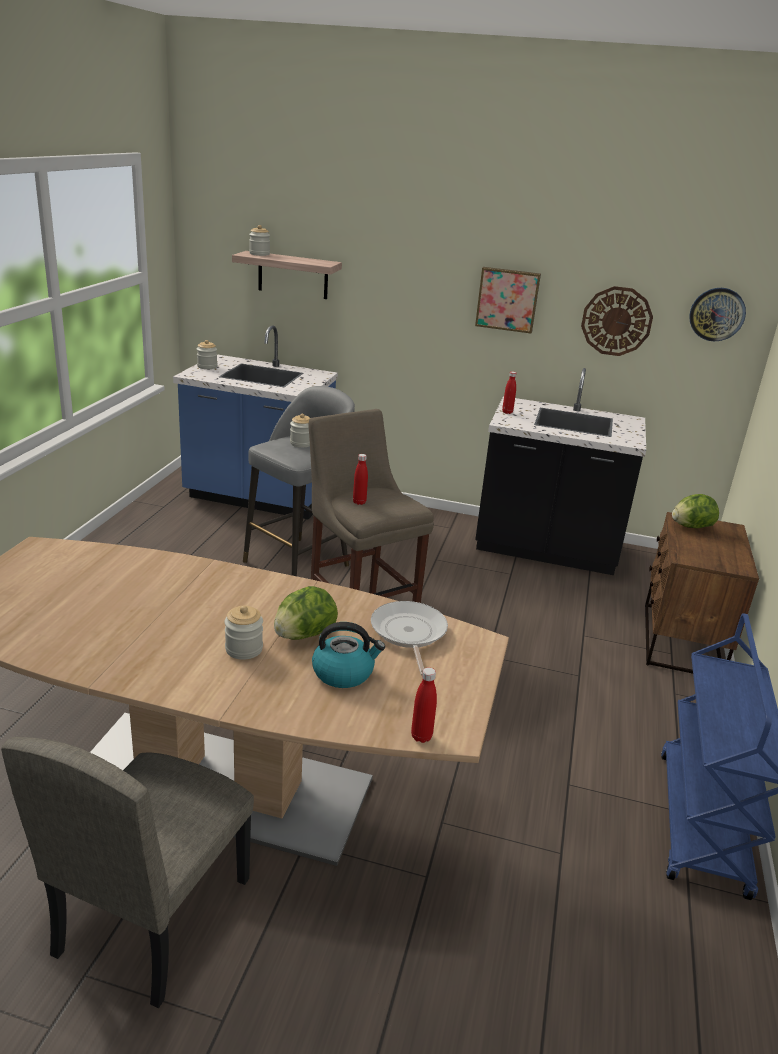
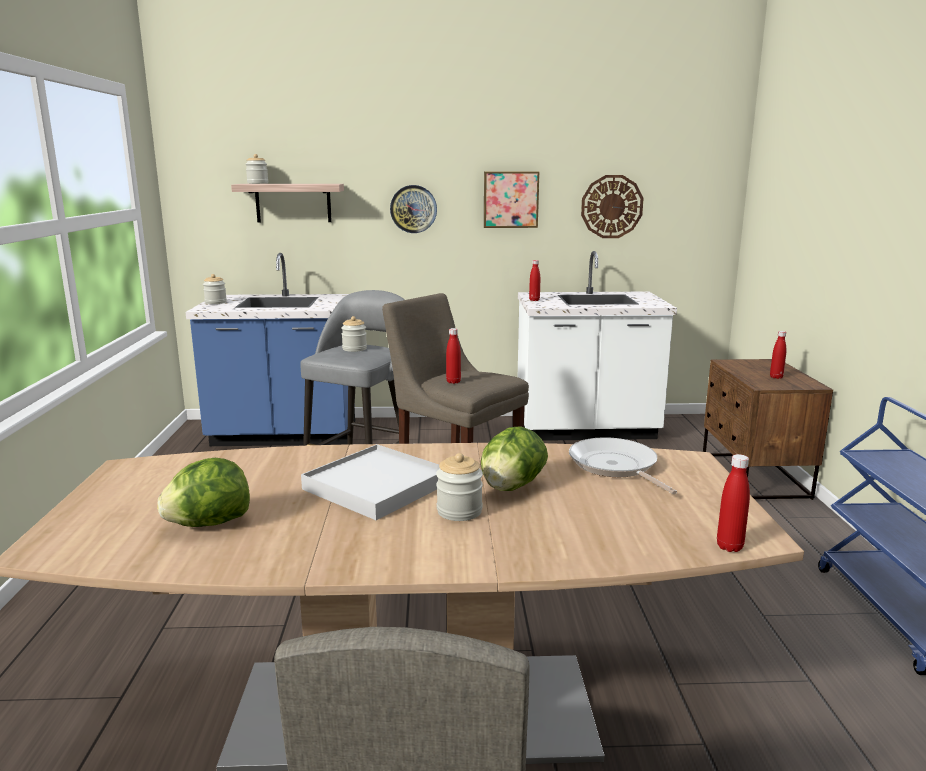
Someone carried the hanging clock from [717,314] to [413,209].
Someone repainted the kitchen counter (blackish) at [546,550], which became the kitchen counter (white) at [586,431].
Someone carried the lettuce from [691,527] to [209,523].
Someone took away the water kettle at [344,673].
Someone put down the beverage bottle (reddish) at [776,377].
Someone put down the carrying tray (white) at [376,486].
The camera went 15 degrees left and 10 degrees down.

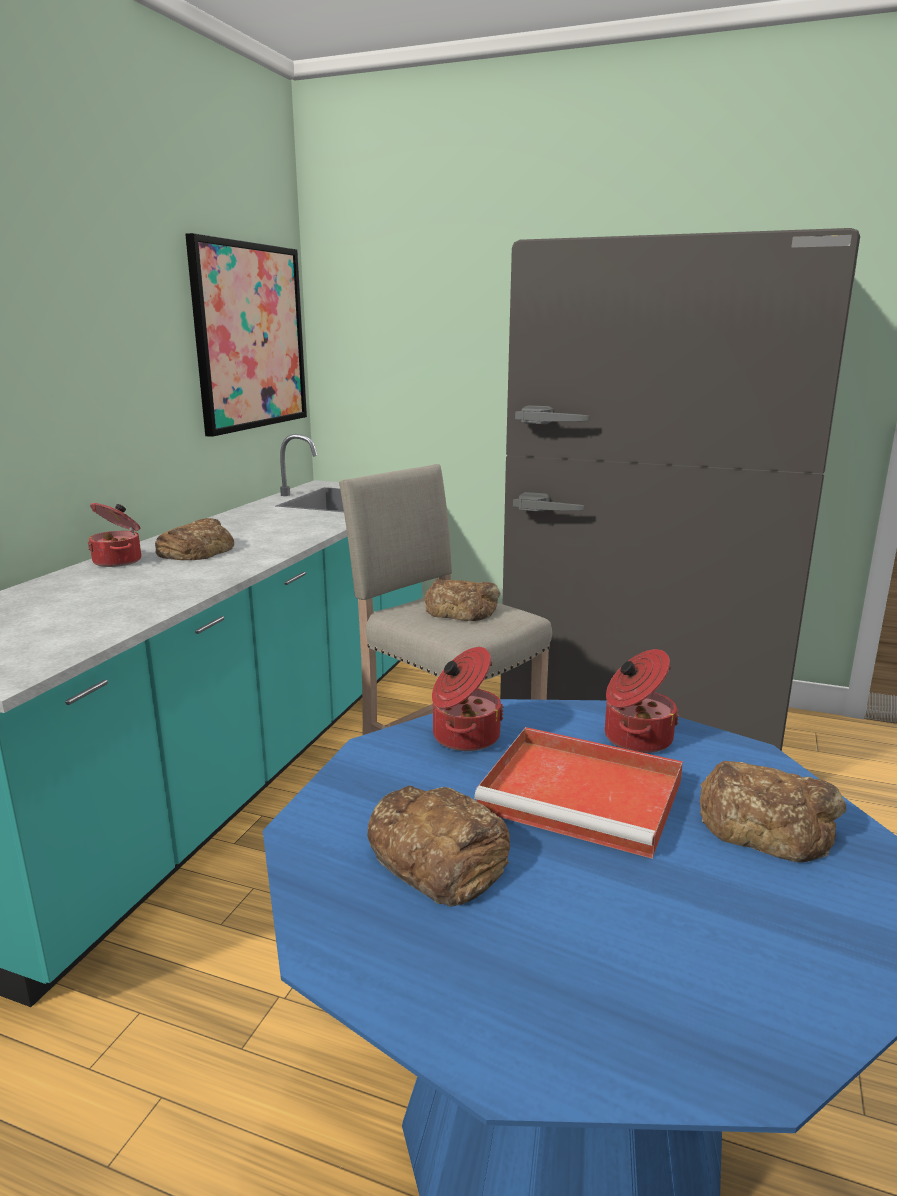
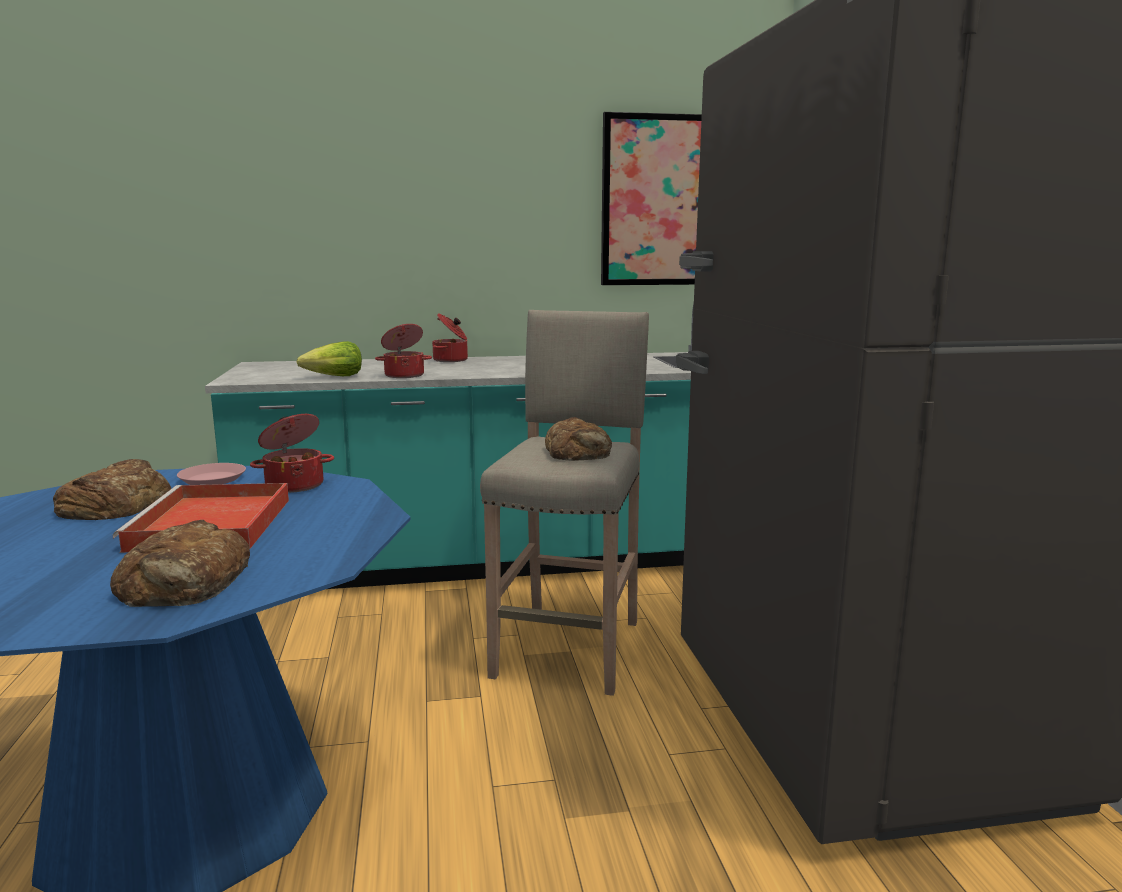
Someone took away the bread at [196,550].
Someone carried the cooking pot from [635,738] to [404,375].
Someone put down the lettuce at [334,377].
Someone put down the plate (pink) at [213,479].
The camera went 60 degrees right and 5 degrees down.

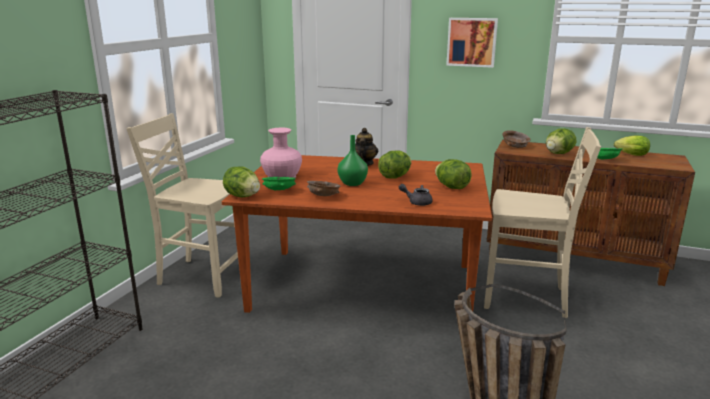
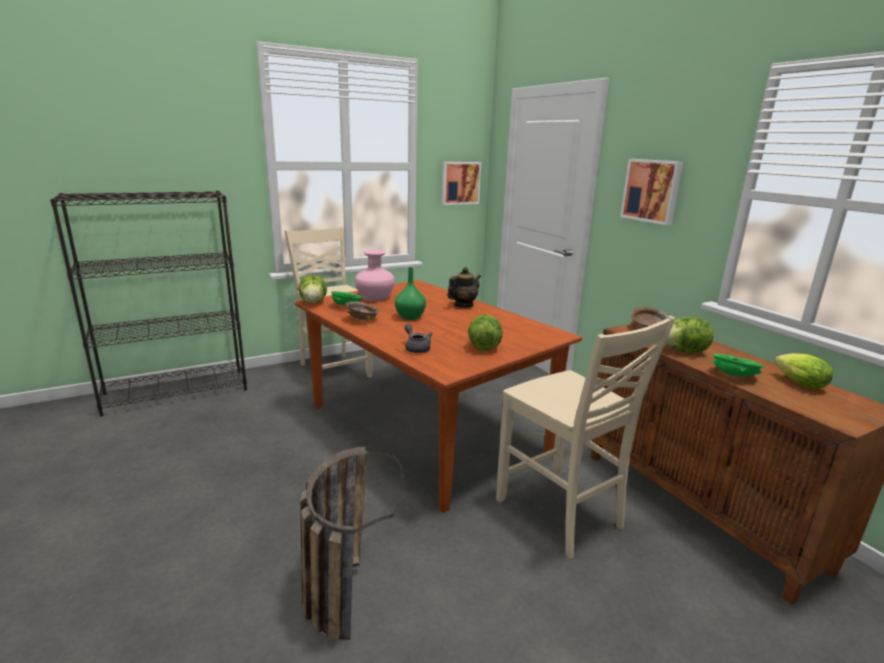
Someone took away the lettuce at [395,177].
Someone put up the wall art at [460,183].
The camera went 40 degrees right and 0 degrees up.

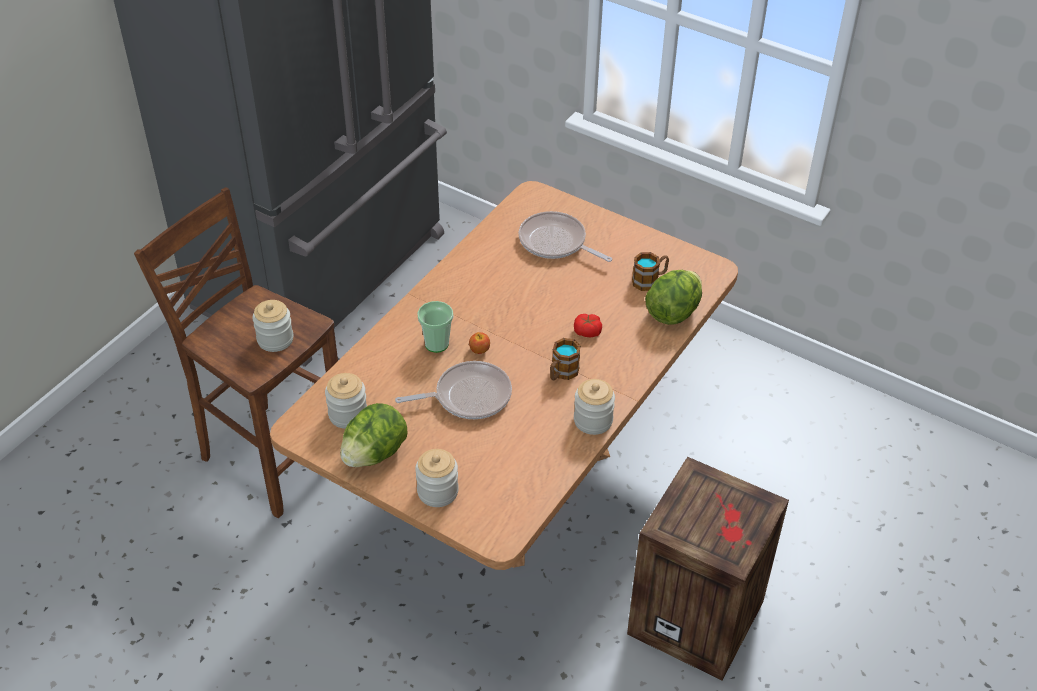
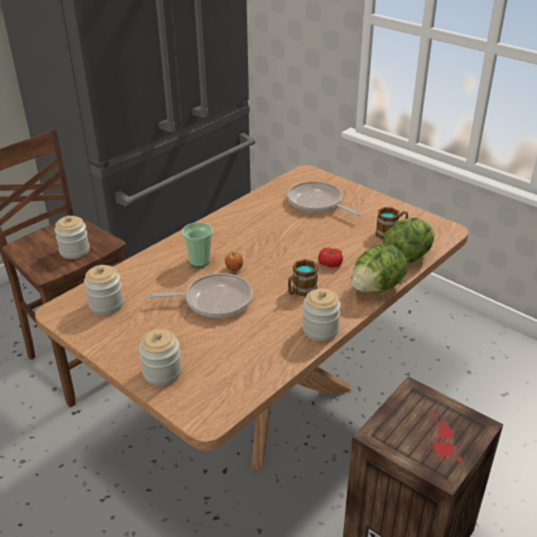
Someone carried the lettuce from [375,453] to [376,288].
The camera went 10 degrees right and 10 degrees down.

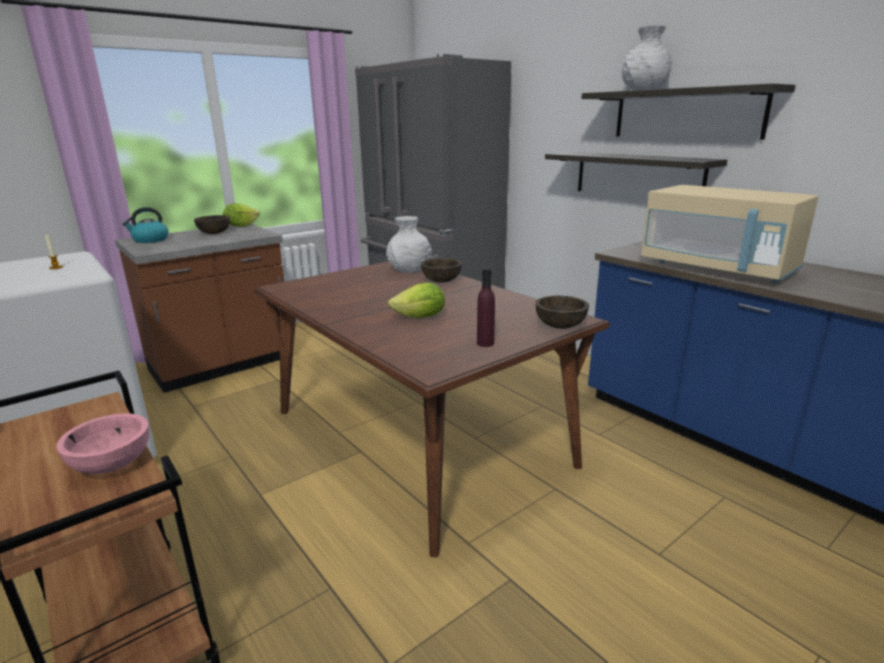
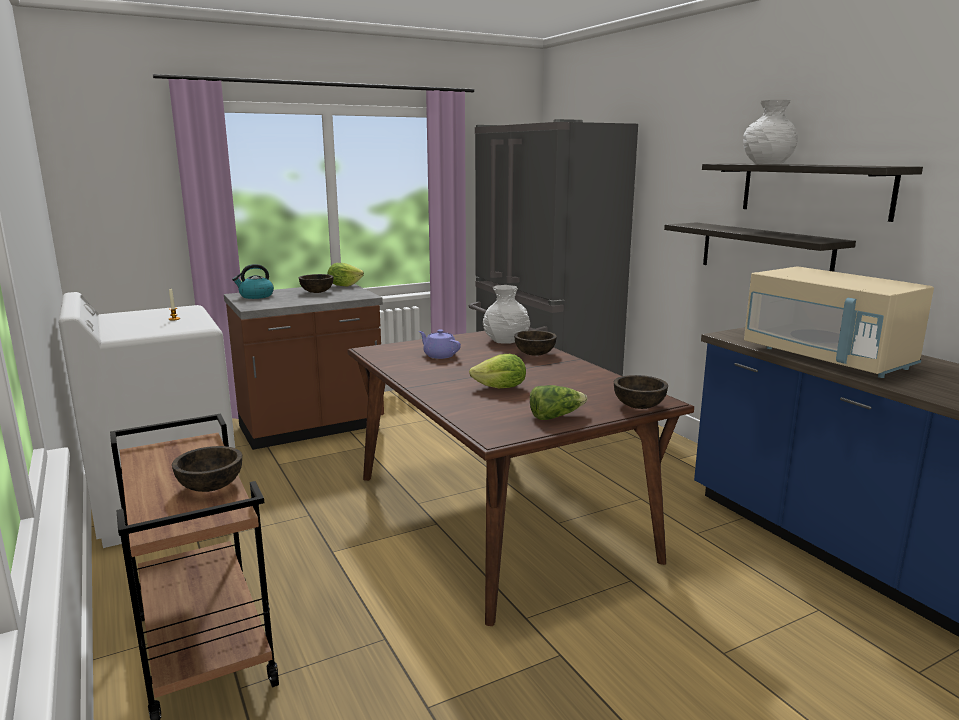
Someone swapped the beverage bottle (purple-coloured) at [485,343] for the lettuce at [555,416].
Someone repainted the deep dish (pink) at [113,463], which became the deep dish (brownish) at [211,486].
Someone put down the teapot (purple-coloured) at [439,355].
The camera went 10 degrees right and 5 degrees down.

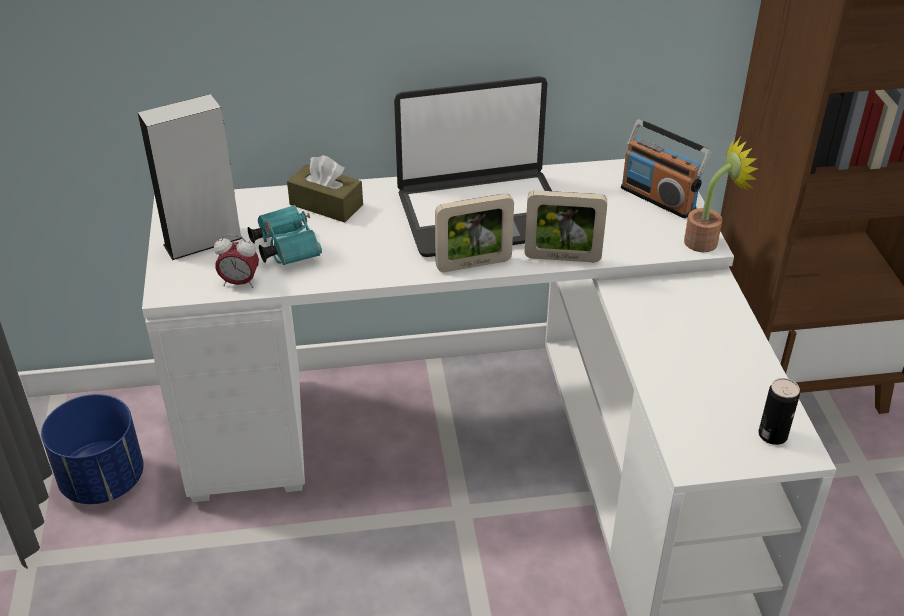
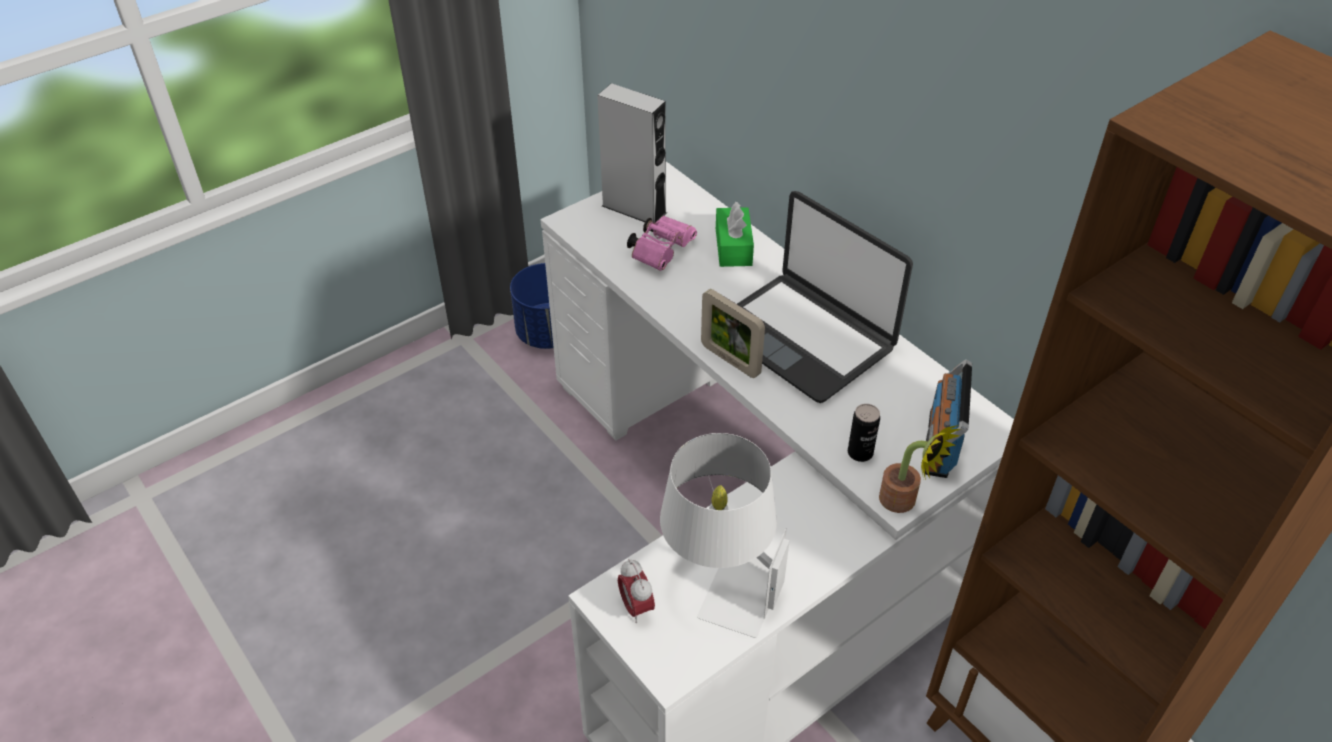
Someone repainted the tissue holder (brownish) at [326,205], which became the tissue holder (green) at [733,247].
Someone took away the standing frame at [562,257].
Someone repainted the pair of binoculars (turquoise-coloured) at [285,247], which became the pair of binoculars (pink) at [662,251].
Someone carried the alarm clock from [240,282] to [636,607].
Someone carried the can from [772,435] to [860,453].
Someone put down the table lamp (white) at [721,583].
The camera went 60 degrees right and 5 degrees up.

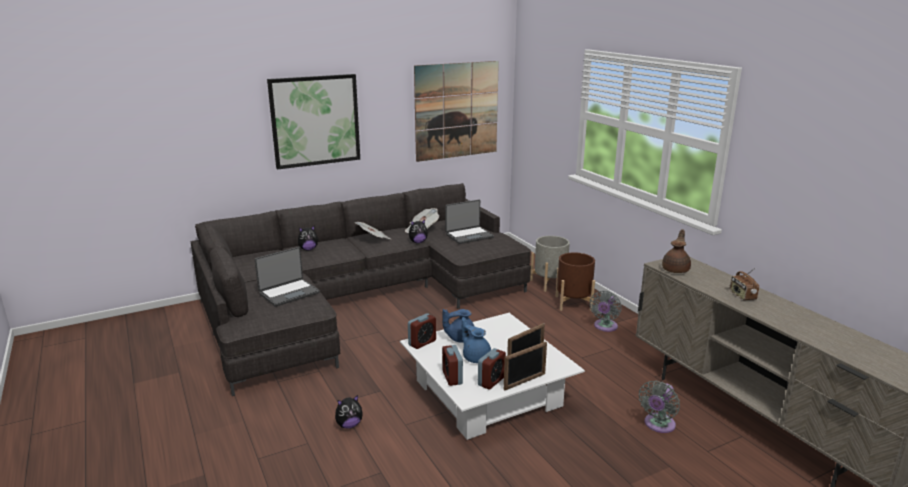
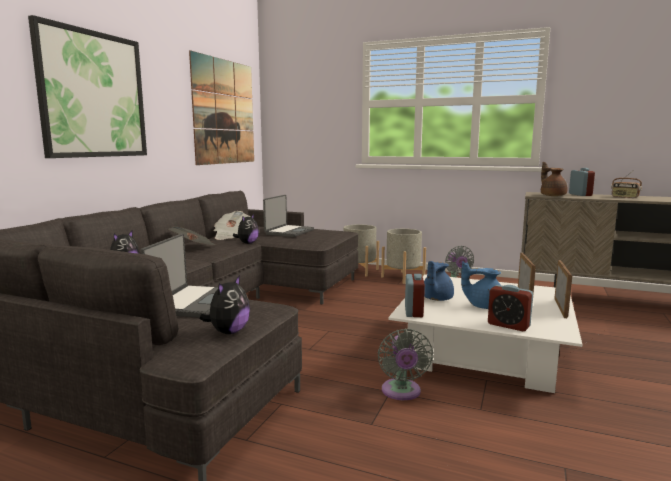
Someone repainted the plant pot (brownish) at [573,303], which became the plant pot (grey) at [403,277].
Someone carried the alarm clock from [491,381] to [580,194].
Someone carried the fan (grey) from [658,425] to [401,392].
Someone carried the cuddly toy from [349,425] to [228,332].
The camera went 40 degrees left and 10 degrees down.

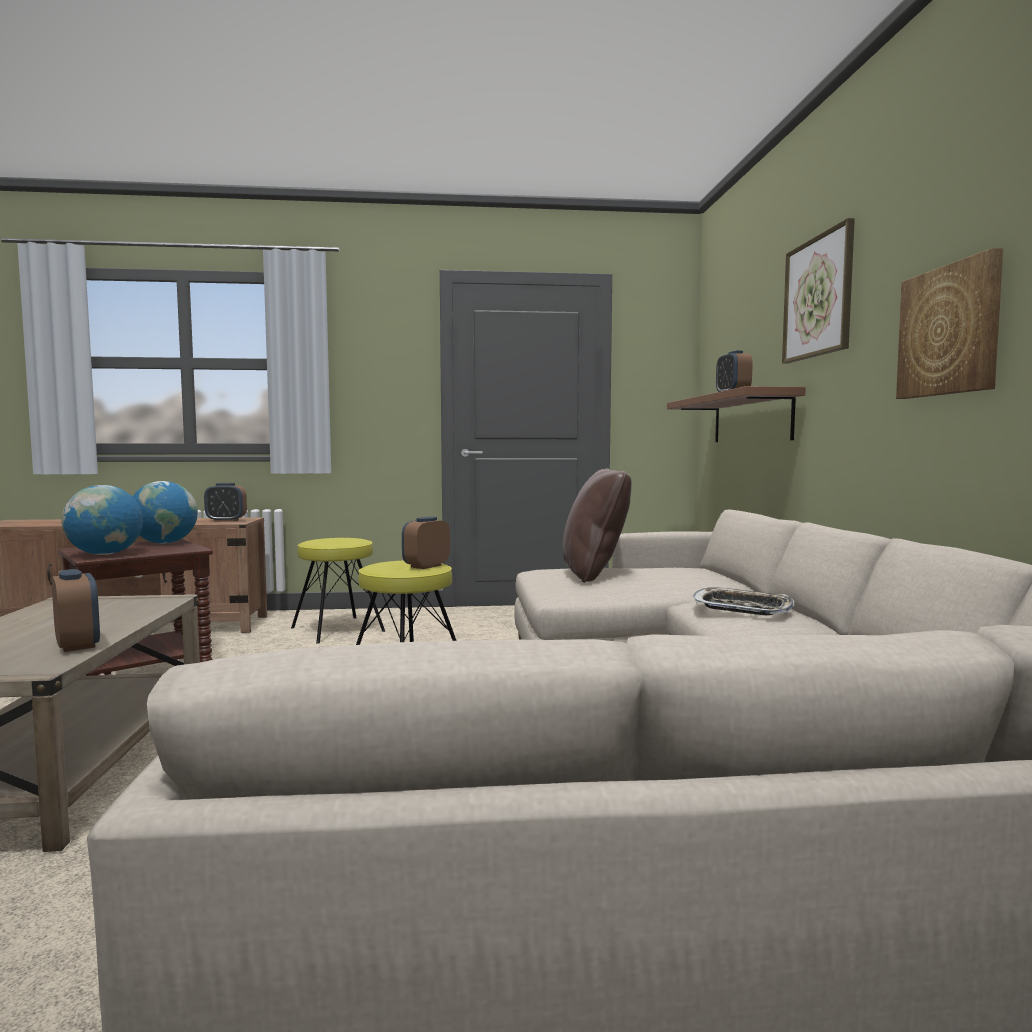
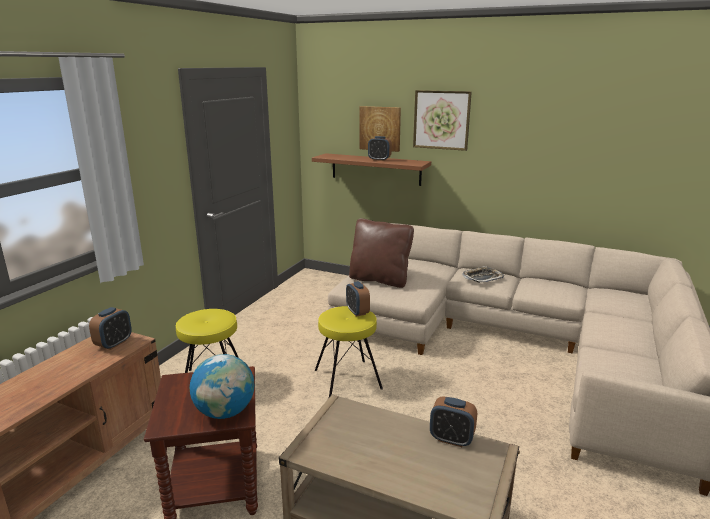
Someone carried the wall art from [949,331] to [380,128].
Someone took away the globe at [165,543].
Someone rotated the alarm clock at [77,645] by 150 degrees counterclockwise.
The camera went 60 degrees left and 15 degrees up.

